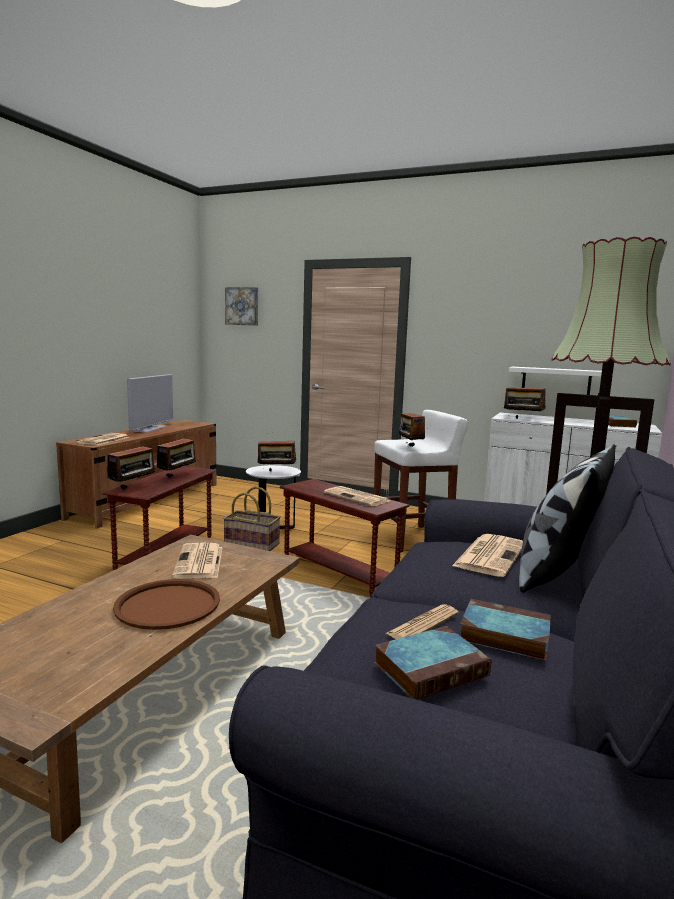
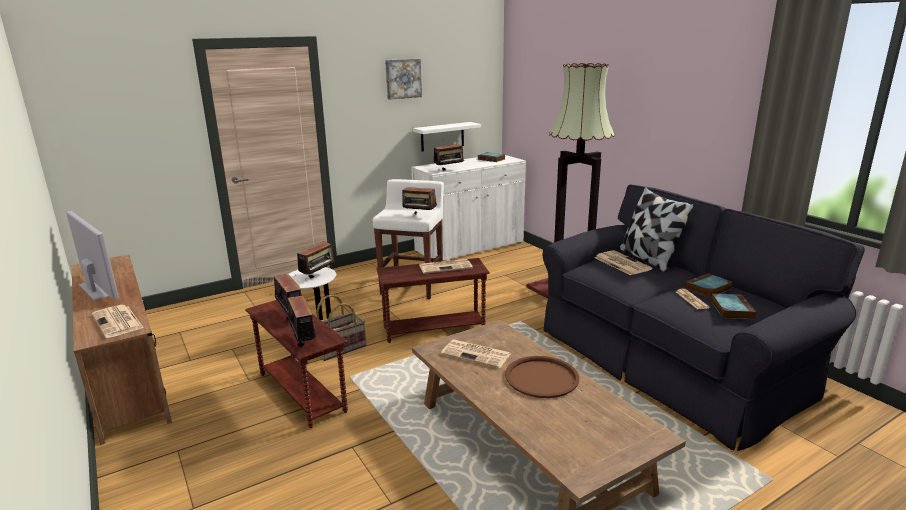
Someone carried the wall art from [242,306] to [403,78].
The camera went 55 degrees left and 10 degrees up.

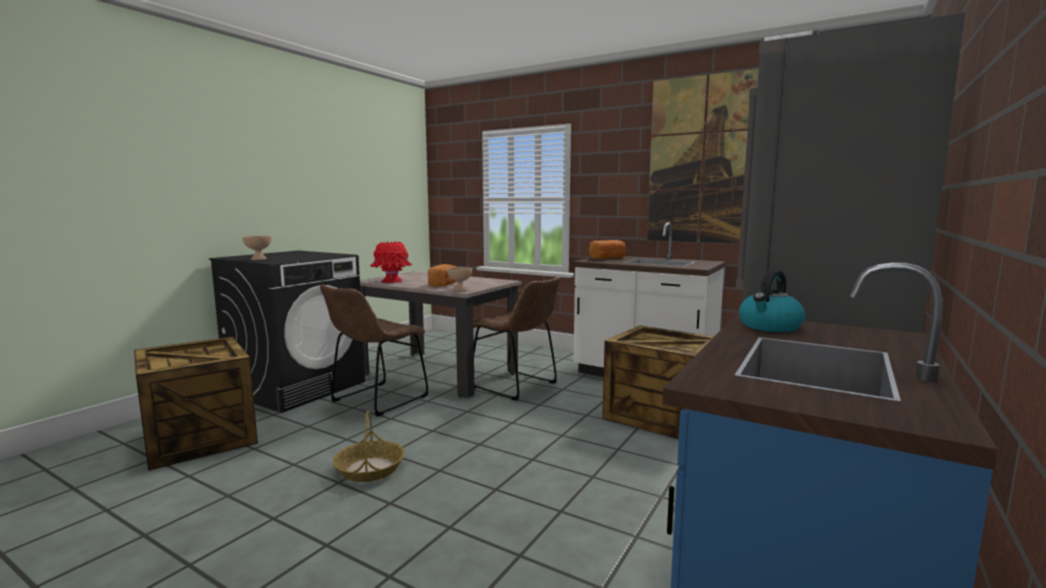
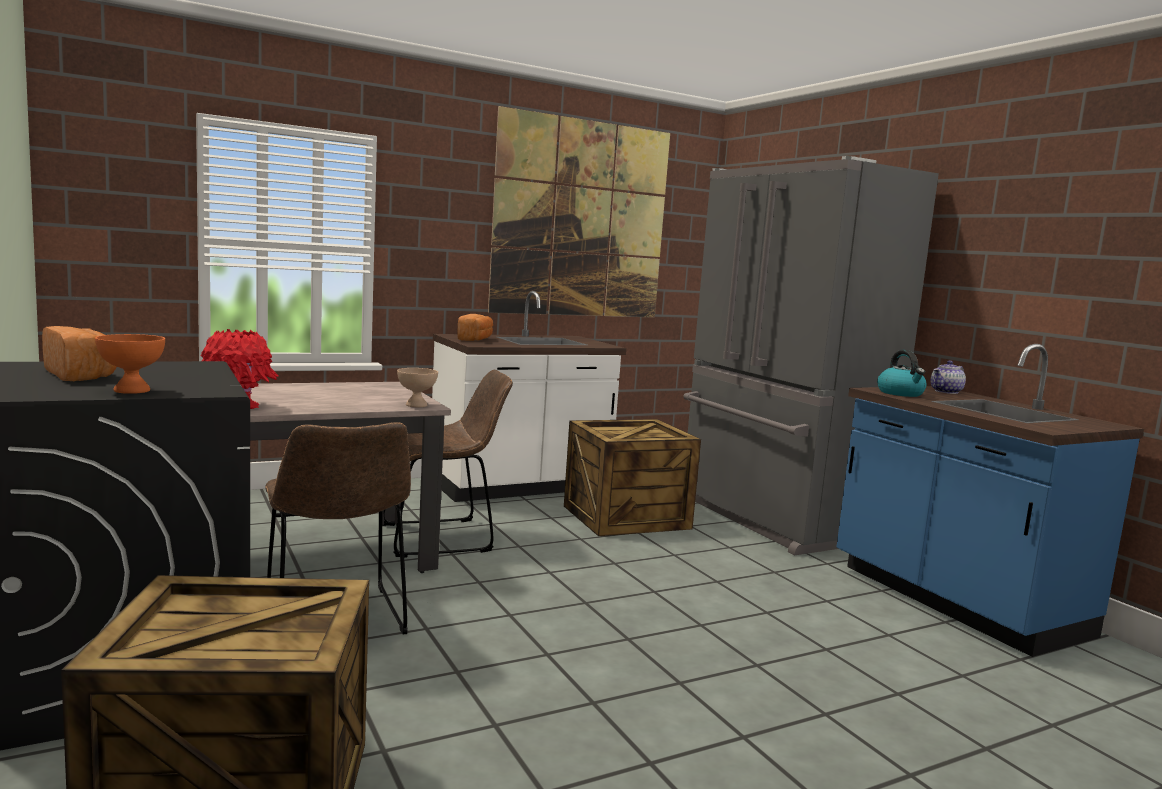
Someone repainted the deep dish (sand-coloured) at [258,259], which became the deep dish (orange) at [131,390].
Someone carried the bread from [445,284] to [82,375].
Someone took away the household basket at [369,469].
Someone put down the teapot at [946,392].
The camera went 60 degrees left and 0 degrees up.

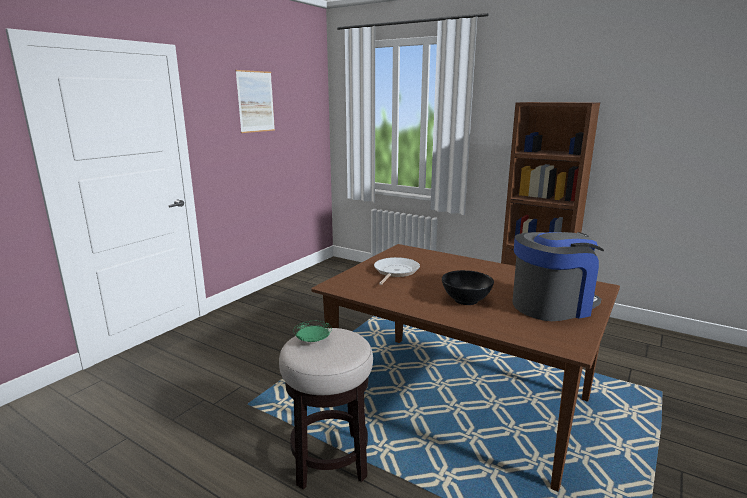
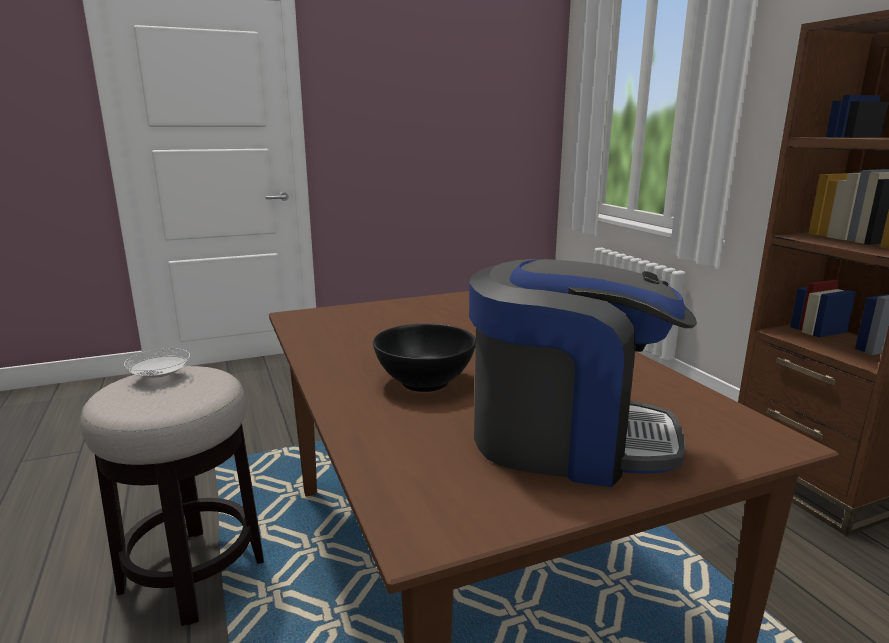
Someone took away the wall art at [255,101].
Someone took away the pan at [395,272].
Someone repainted the plate (green) at [313,340], which became the plate (white) at [160,377].
The camera went 35 degrees right and 0 degrees up.

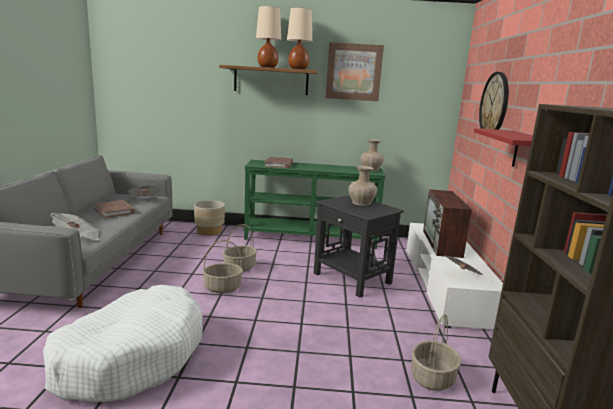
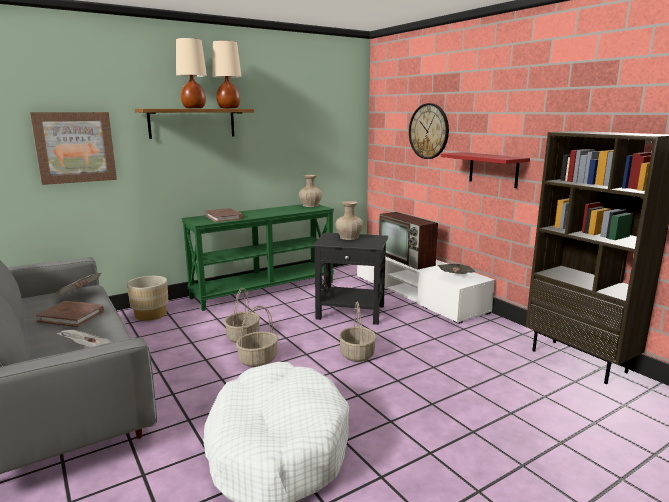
Someone carried the wall art from [353,72] to [75,147].
Someone carried the household basket from [432,378] to [357,355].
The camera went 35 degrees left and 0 degrees up.

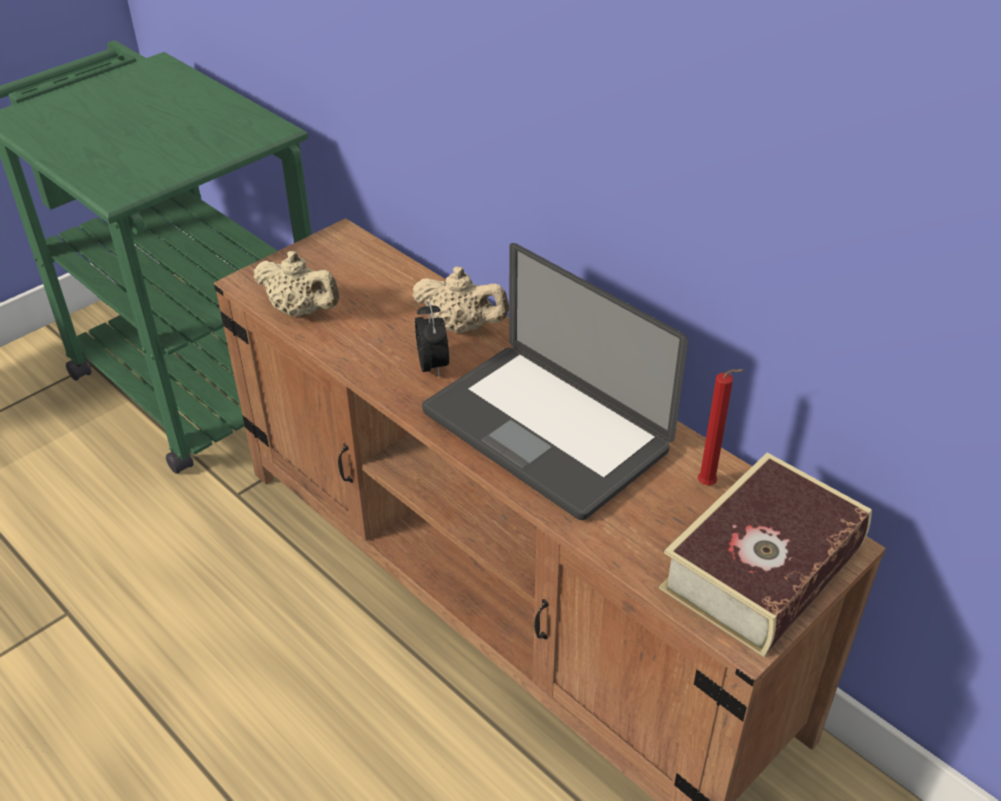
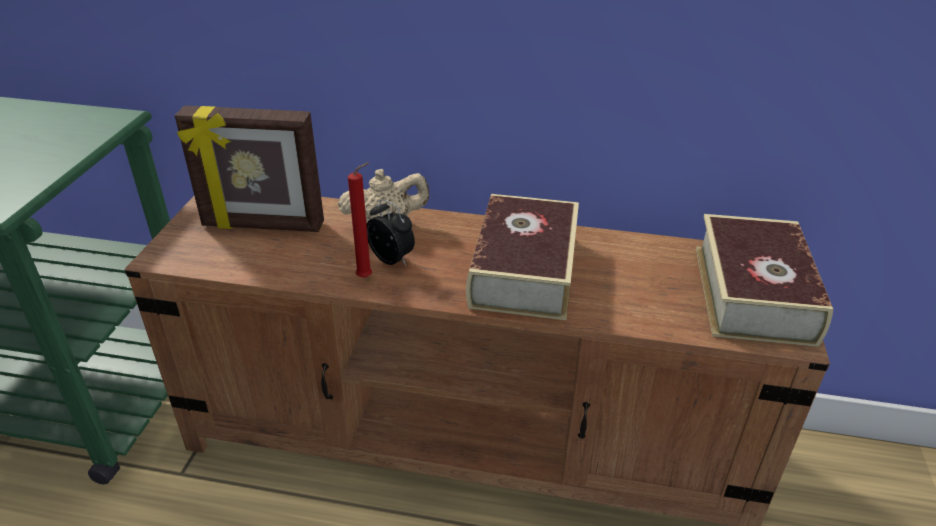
Someone swapped the notebook computer at [544,432] for the bound book at [523,270].
Someone took away the teapot (sand-coloured) at [301,311].
Someone carried the candle (reddish) from [709,485] to [367,277].
Someone put down the standing frame at [262,226].
The camera went 35 degrees left and 5 degrees down.

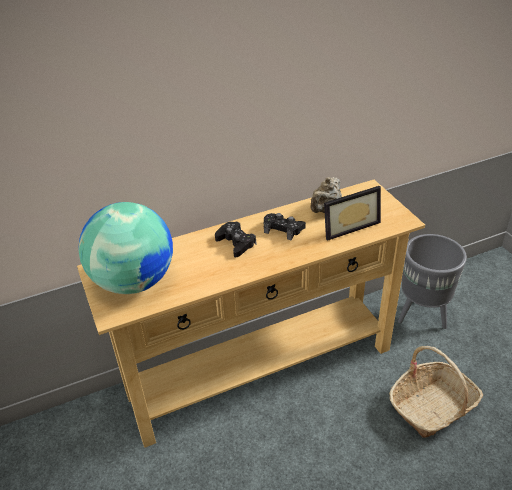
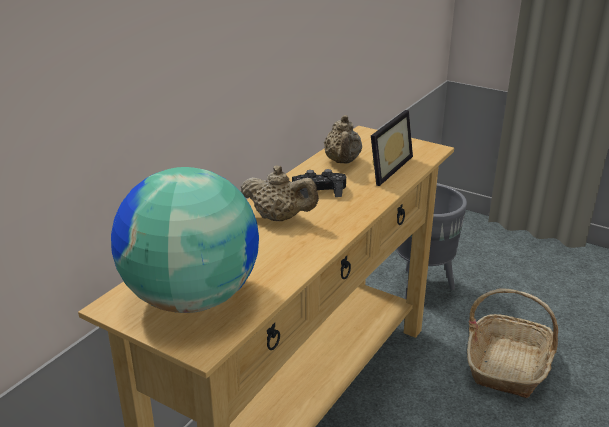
Someone swapped the joypad (blackish) at [236,243] for the teapot (sand-coloured) at [279,218].
The camera went 35 degrees left and 10 degrees down.

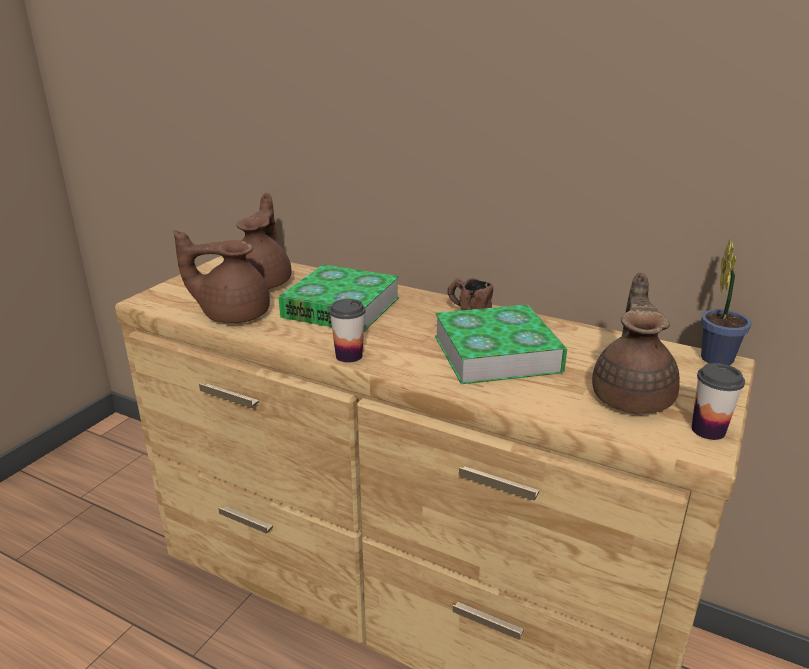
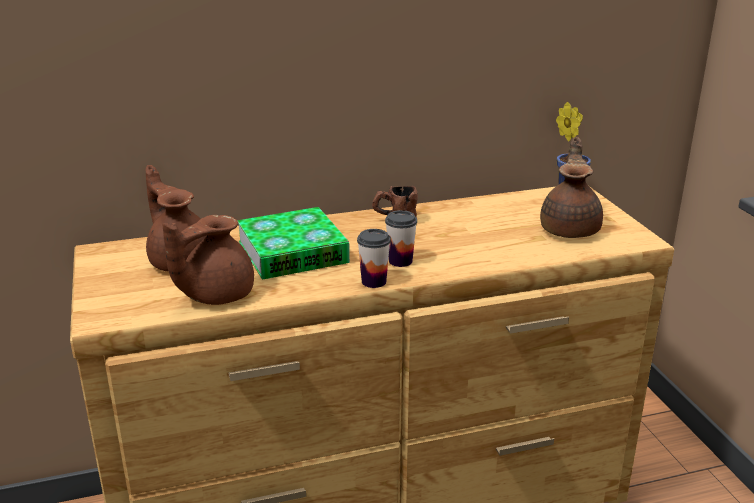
Someone rotated the teapot (brownish) at [632,396] by 45 degrees clockwise.
Someone took away the bound book at [496,353].
Someone carried the small cup from [708,430] to [400,261].
The camera went 45 degrees left and 0 degrees up.

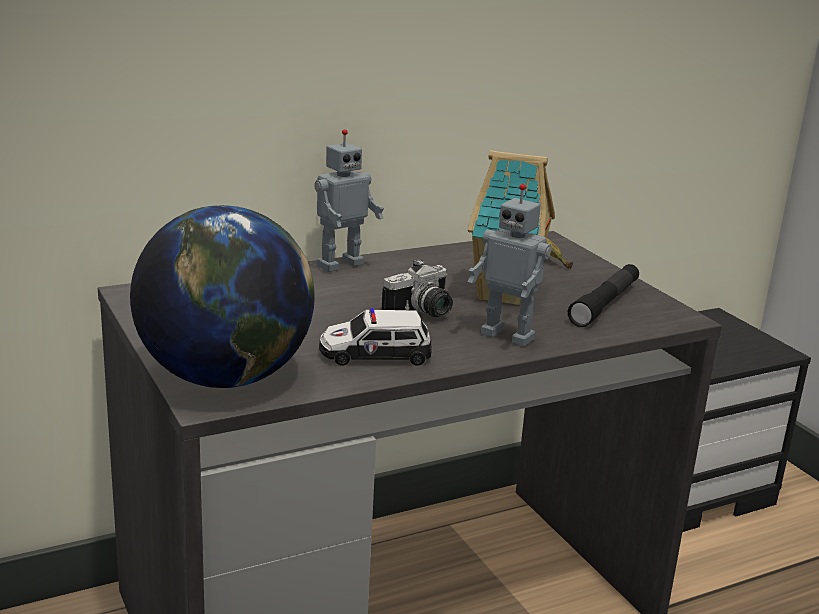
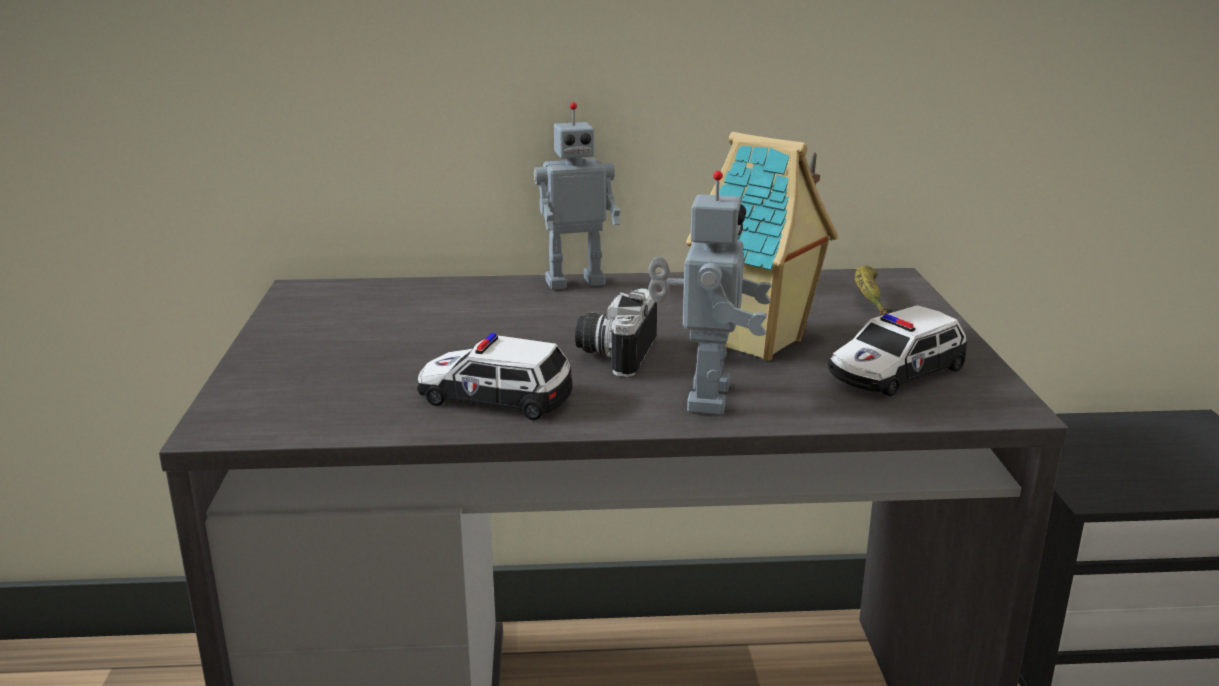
Someone rotated the robot figure at [509,335] by 135 degrees counterclockwise.
Someone took away the globe at [225,379].
Someone rotated the still camera at [422,314] by 120 degrees clockwise.
Someone swapped the torch (blackish) at [604,304] for the miniature car at [895,372].
The camera went 25 degrees right and 0 degrees up.

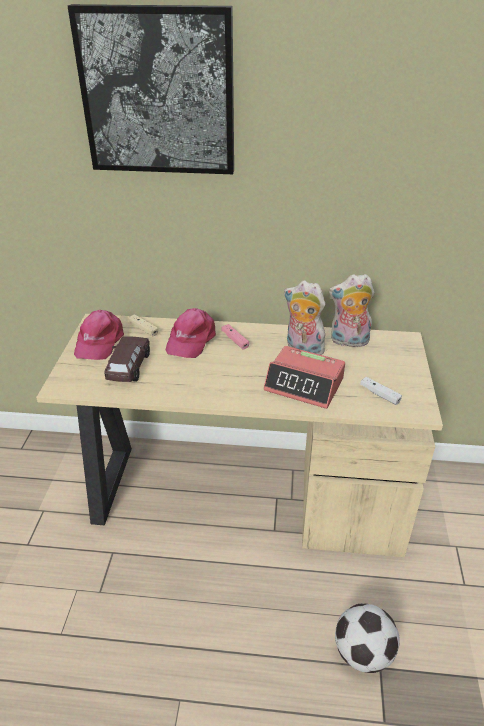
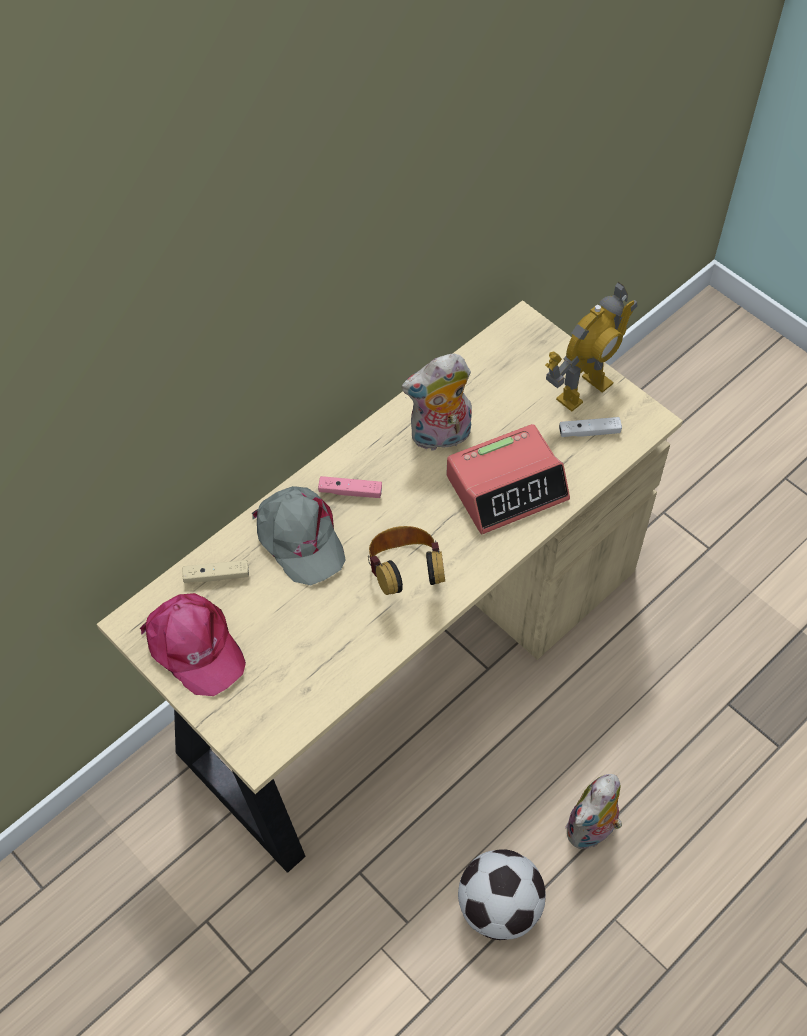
Someone took away the wall art at [158,93].
Someone carried the cuddly toy from [348,342] to [591,830].
Someone repainted the cap (pink) at [191,339], which became the cap (grey) at [299,538].
Someone took away the miniature car (brownish) at [129,367].
Someone carried the ball for football from [363,652] to [499,907].
Someone put down the robot figure at [583,390].
Someone put down the pair of headphones at [405,573].
The camera went 50 degrees left and 20 degrees up.

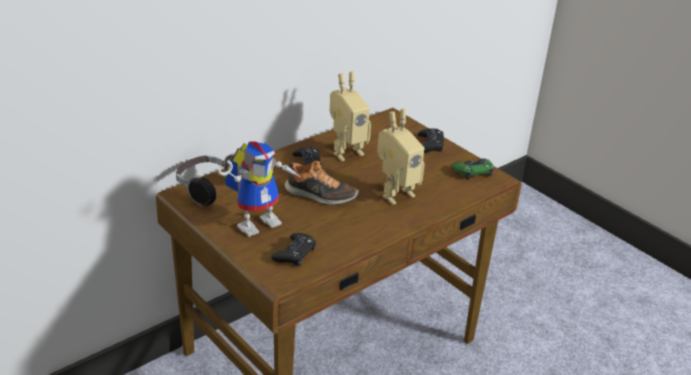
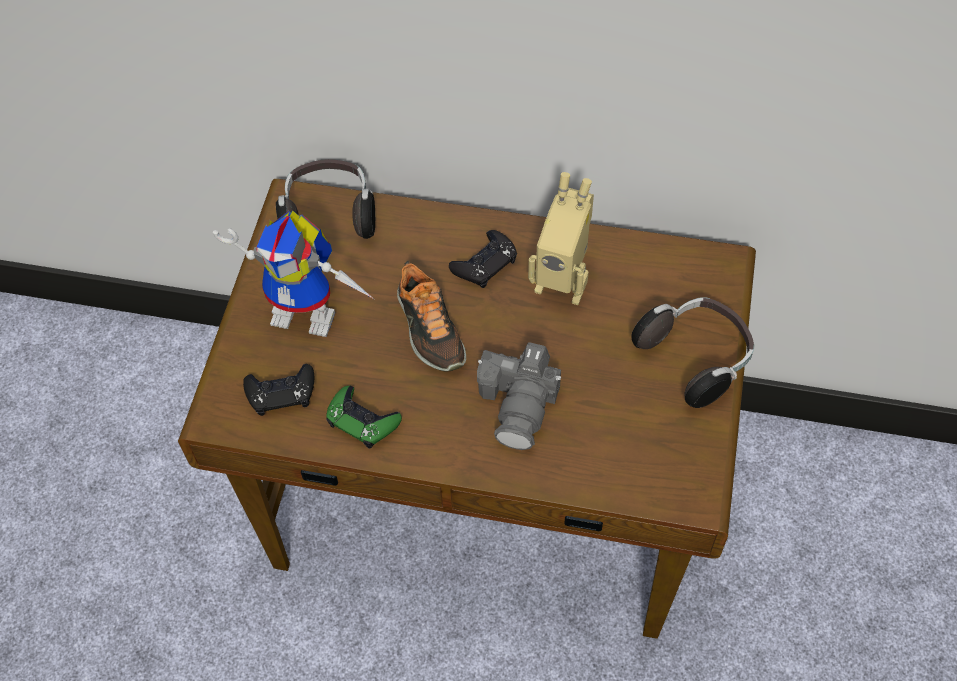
Someone swapped the robot figure at [395,193] for the still camera at [519,404].
Someone swapped the joypad (blackish) at [430,144] for the pair of headphones at [696,358].
Someone carried the joypad (green) from [473,171] to [362,420].
The camera went 55 degrees right and 25 degrees up.

